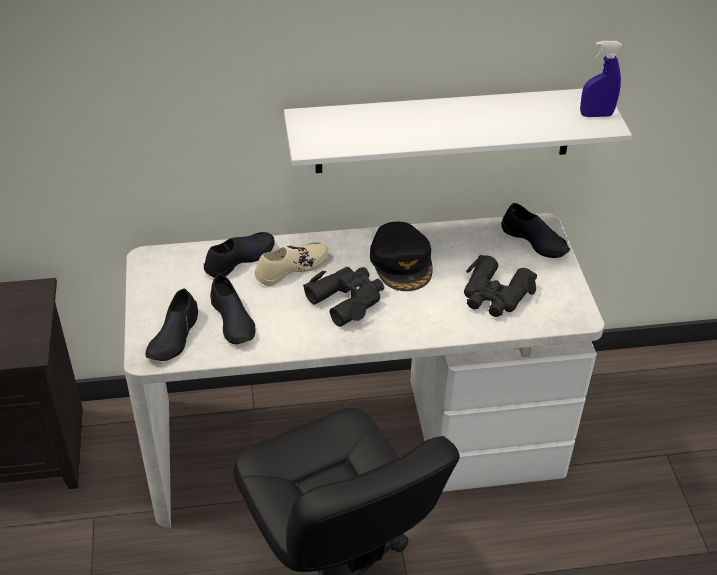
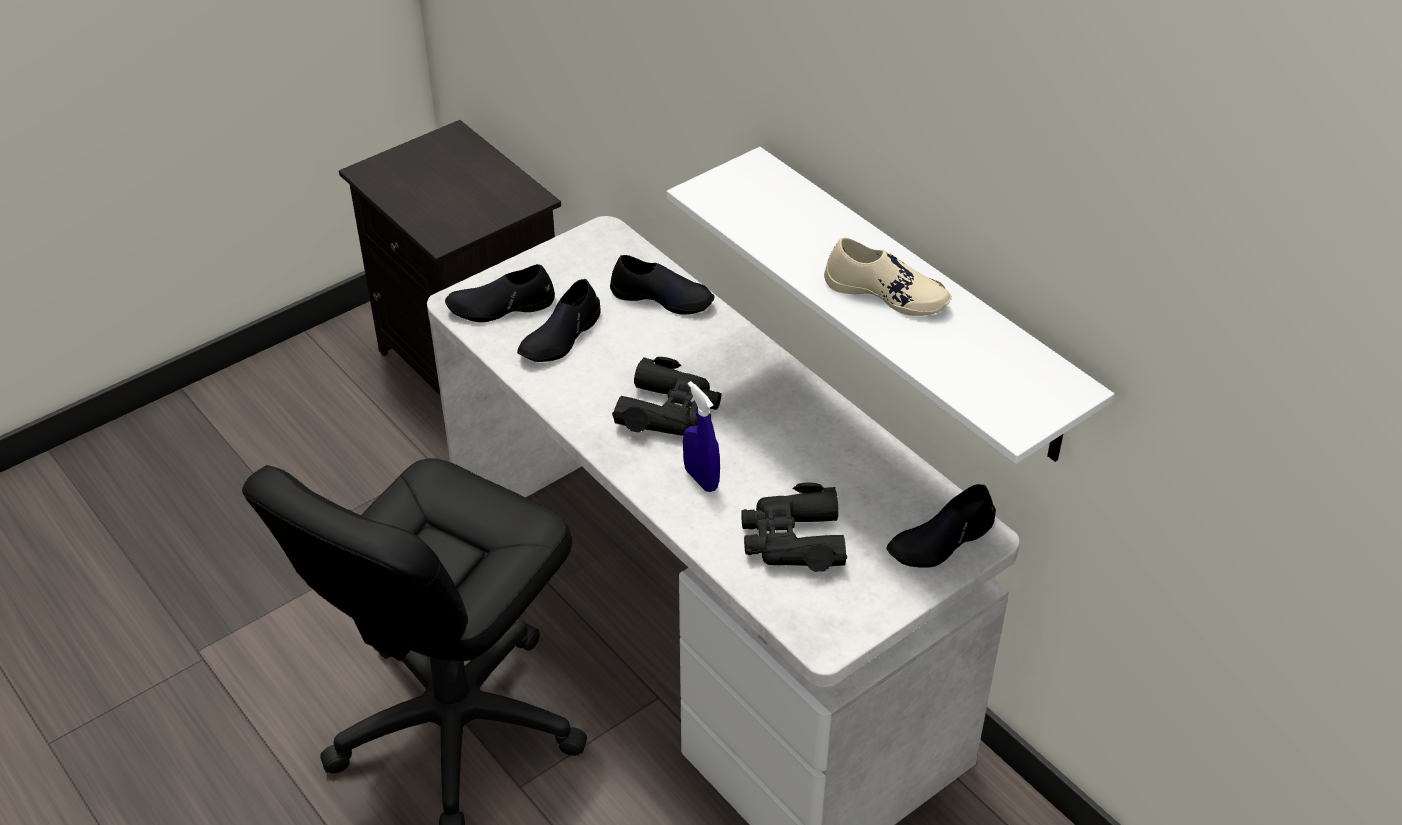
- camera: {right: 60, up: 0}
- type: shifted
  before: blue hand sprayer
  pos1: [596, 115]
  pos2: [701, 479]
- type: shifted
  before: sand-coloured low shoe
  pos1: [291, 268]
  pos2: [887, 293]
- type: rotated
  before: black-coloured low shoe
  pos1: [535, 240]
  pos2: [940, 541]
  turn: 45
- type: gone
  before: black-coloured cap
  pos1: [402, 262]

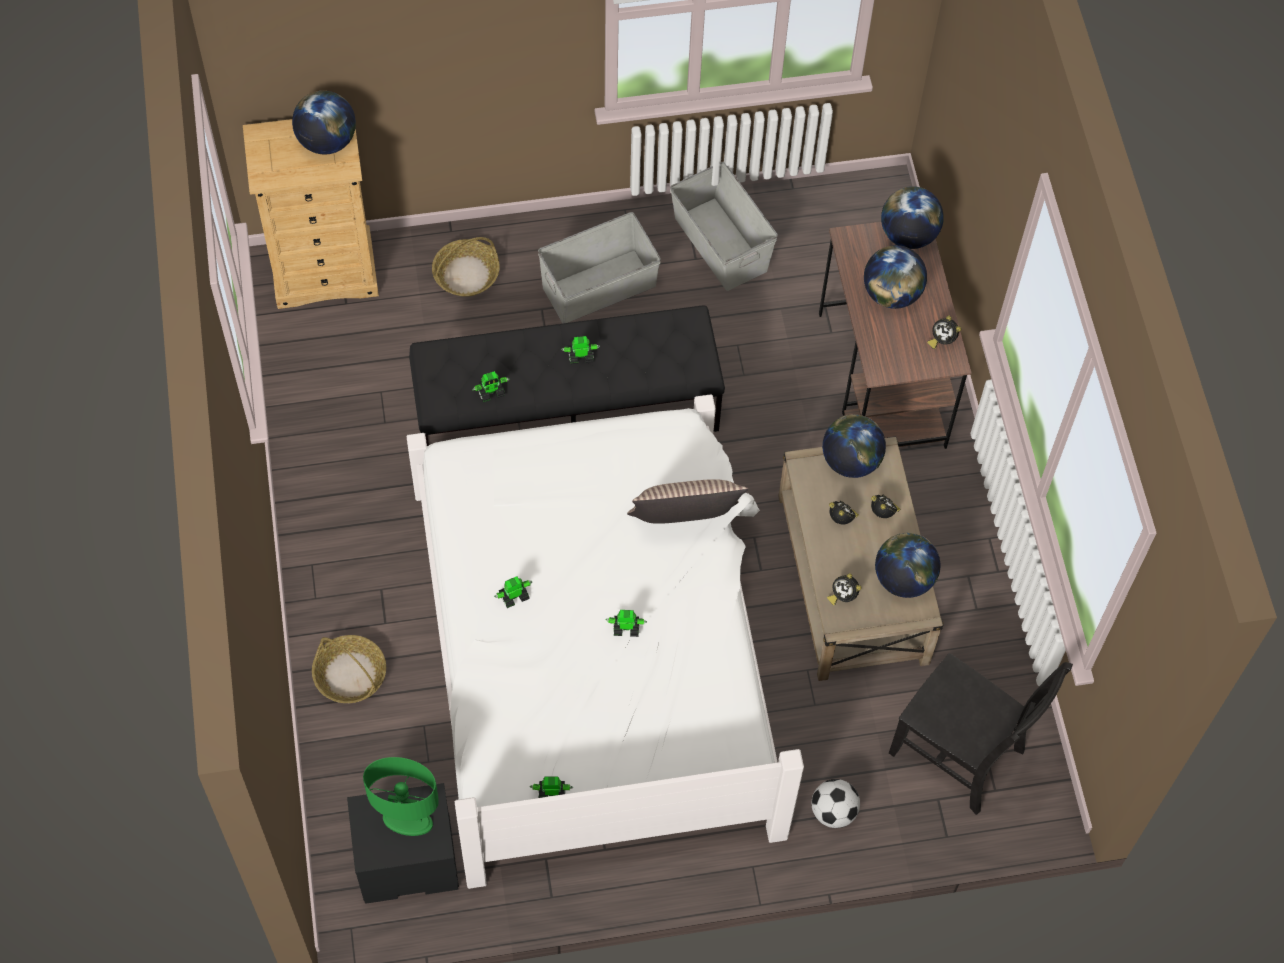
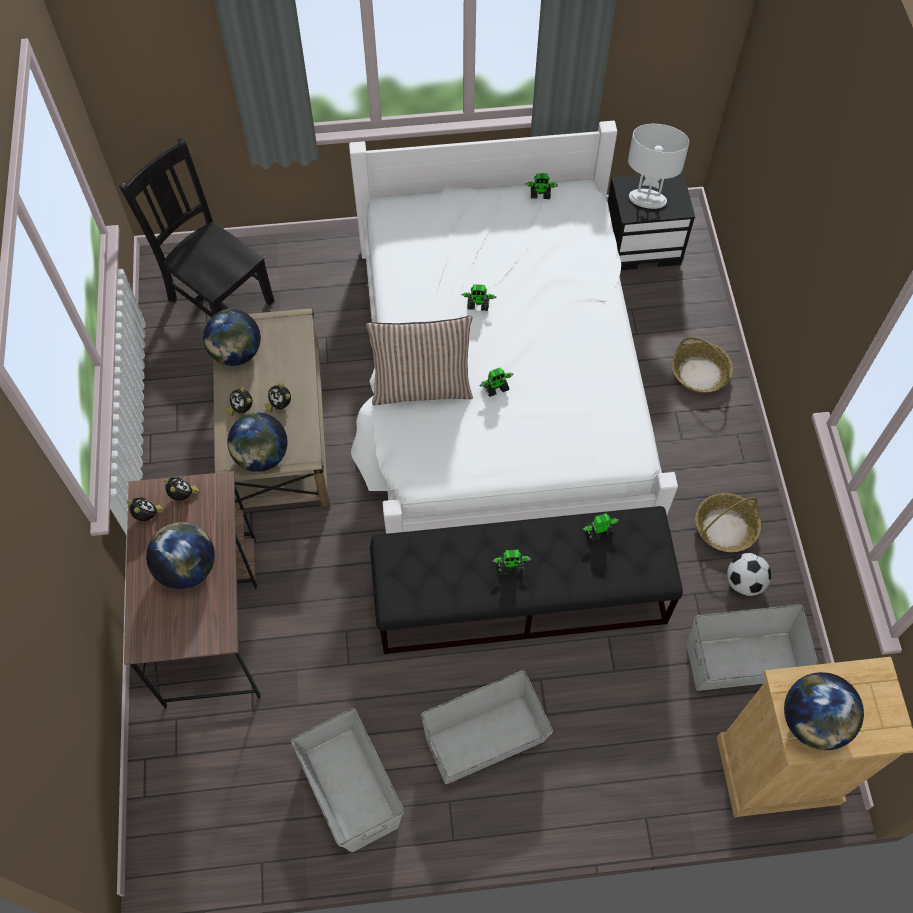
- camera: {right: -175, up: 0}
- type: shifted
  before: alarm clock
  pos1: [843, 595]
  pos2: [183, 495]
- type: shifted
  before: robot figure
  pos1: [513, 596]
  pos2: [496, 387]
- type: repainted
  before: green table lamp
  after: whitish table lamp
  pos1: [407, 822]
  pos2: [647, 199]
- type: new
  after: greyish storage box
  pos2: [743, 662]
- type: shifted
  before: storage basket
  pos1: [466, 274]
  pos2: [725, 528]
- type: shifted
  before: football
  pos1: [833, 811]
  pos2: [744, 582]
- type: gone
  before: desk globe
  pos1: [908, 235]

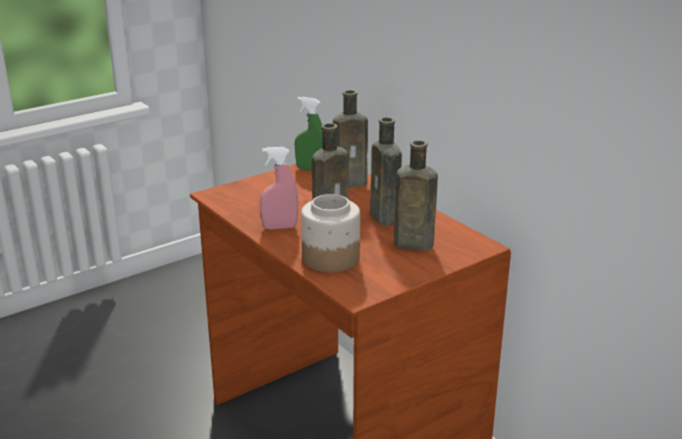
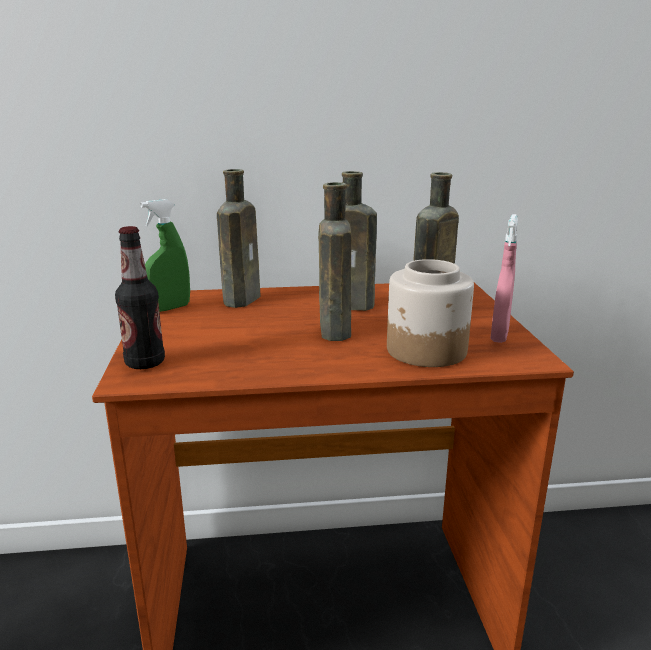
- camera: {right: -60, up: -5}
- type: new
  after: beverage bottle
  pos2: [145, 363]
- type: shifted
  before: pink-coloured hand sprayer
  pos1: [279, 227]
  pos2: [499, 336]

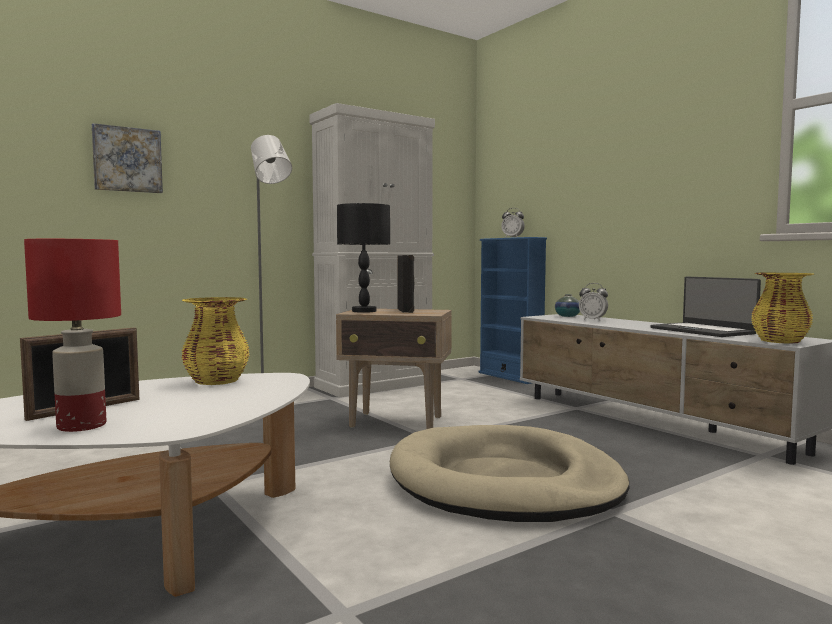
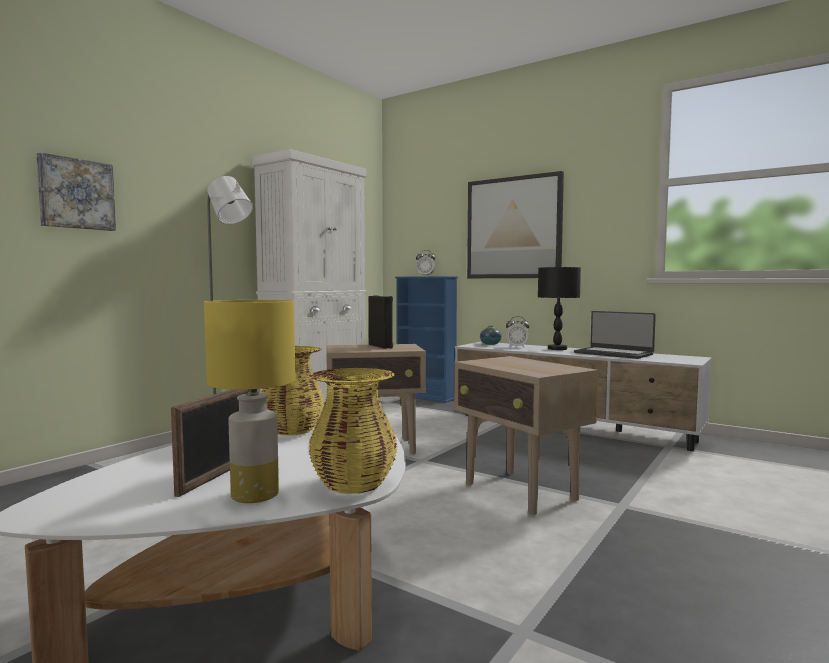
- camera: {right: -20, up: 0}
- type: repainted
  before: red table lamp
  after: yellow table lamp
  pos1: [82, 426]
  pos2: [254, 494]
- type: shifted
  before: yellow flower vase
  pos1: [780, 341]
  pos2: [354, 484]
- type: swapped
  before: sand-coloured dog cushion
  after: sand-coloured side table
  pos1: [504, 482]
  pos2: [521, 492]
- type: new
  after: picture
  pos2: [513, 228]
- type: shifted
  before: black-coloured table lamp
  pos1: [364, 311]
  pos2: [557, 349]

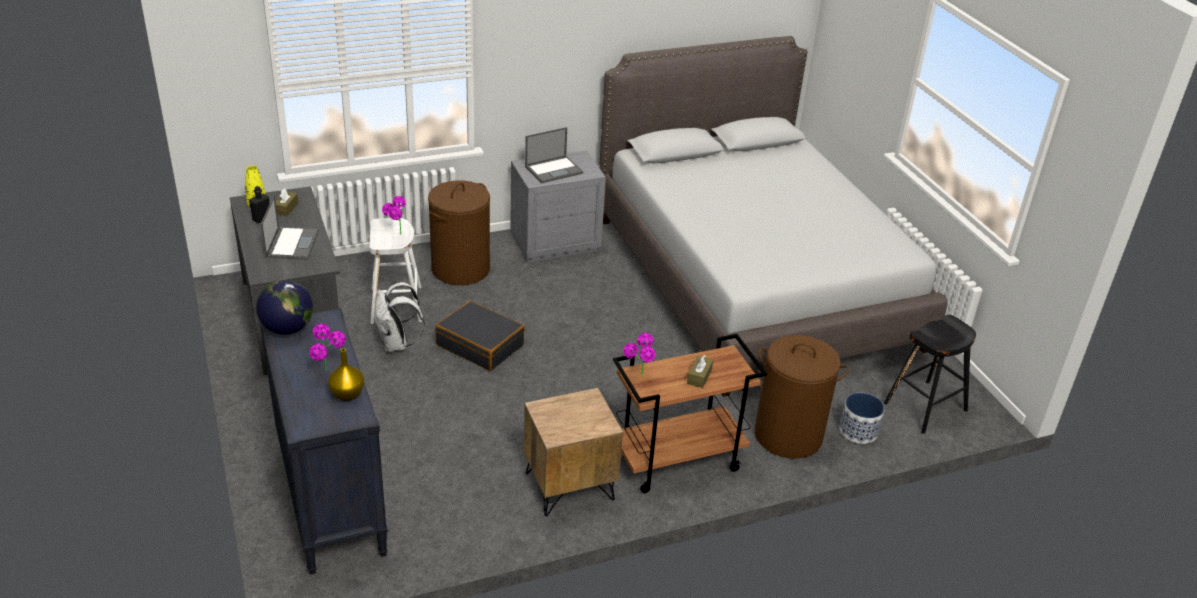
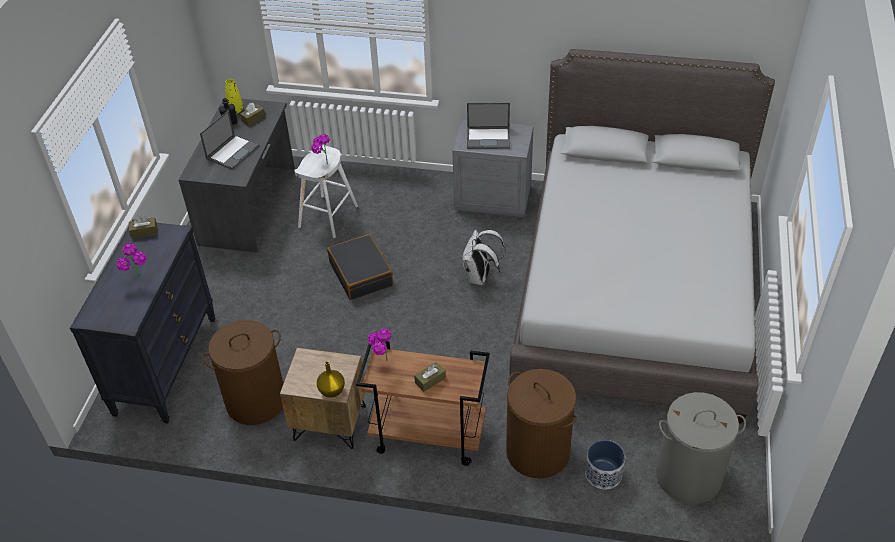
- camera: {right: 35, up: 10}
- type: swapped
  before: desk globe
  after: brown tissue box
  pos1: [287, 328]
  pos2: [144, 232]
- type: shifted
  before: brown washing basket
  pos1: [460, 269]
  pos2: [256, 401]
- type: shifted
  before: yellow flower vase
  pos1: [348, 394]
  pos2: [332, 391]
- type: shifted
  before: whitish rucksack
  pos1: [396, 344]
  pos2: [480, 277]
- type: swapped
  before: black-coloured stool seat
  after: greyish washing basket
  pos1: [925, 406]
  pos2: [688, 476]

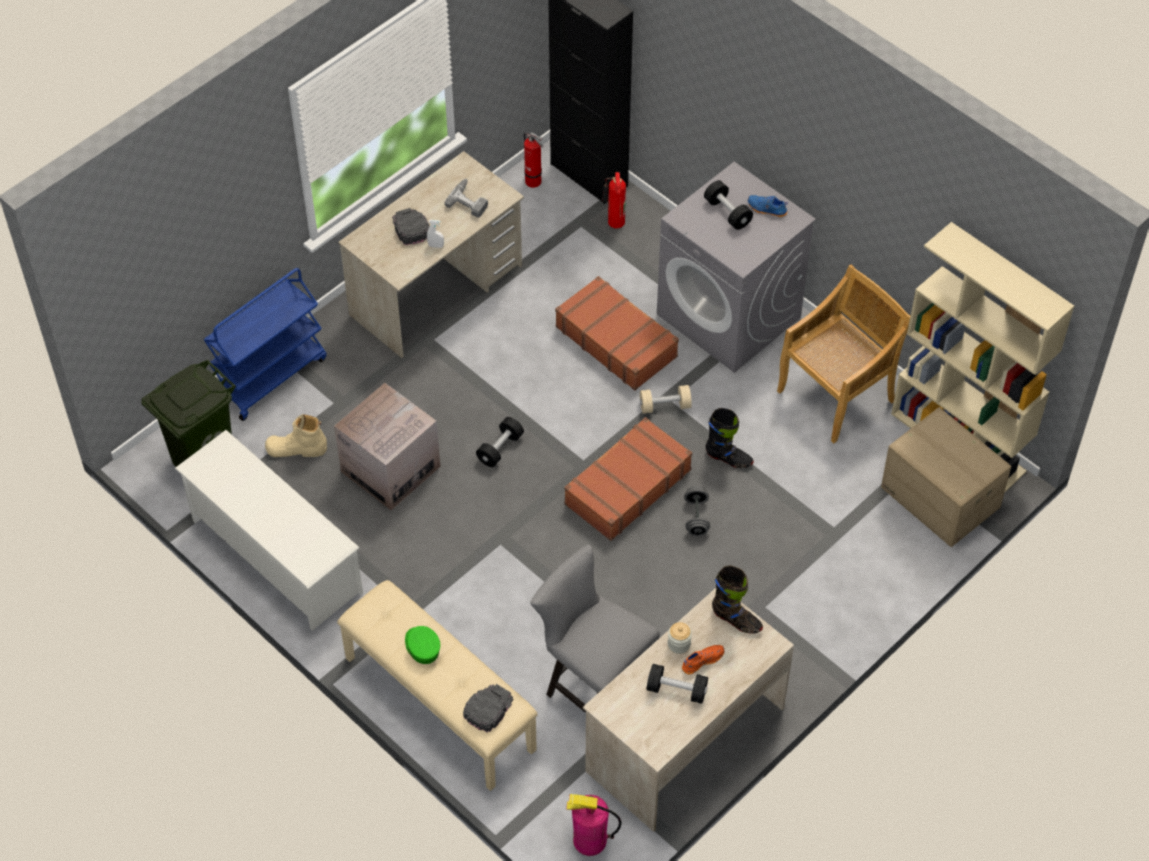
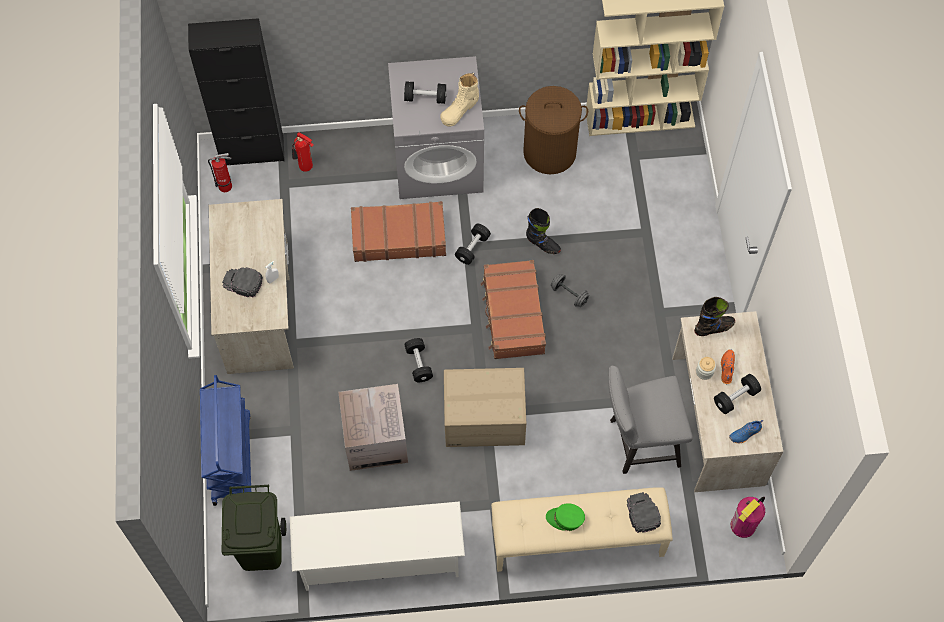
- camera: {right: -50, up: 10}
- type: shifted
  before: sand-coloured tall boot
  pos1: [296, 449]
  pos2: [460, 109]
- type: shifted
  before: packing box
  pos1: [939, 498]
  pos2: [484, 419]
- type: repainted
  before: sand-coloured free weight
  after: black-coloured free weight
  pos1: [665, 406]
  pos2: [472, 248]
- type: swapped
  before: sand-coloured chair
  after: brown washing basket
  pos1: [837, 394]
  pos2: [550, 152]
- type: rotated
  before: black-coloured tall boot
  pos1: [728, 458]
  pos2: [542, 244]
  turn: 60
- type: shifted
  before: blue low shoe
  pos1: [766, 209]
  pos2: [745, 434]
- type: gone
  before: power drill
  pos1: [470, 201]

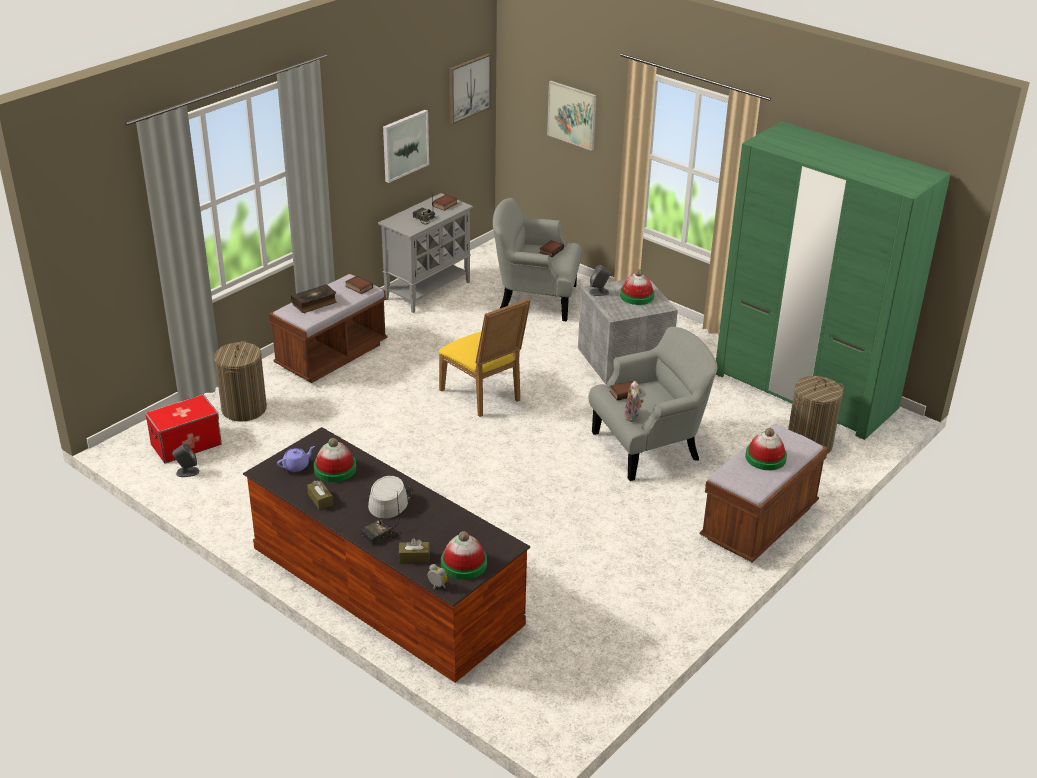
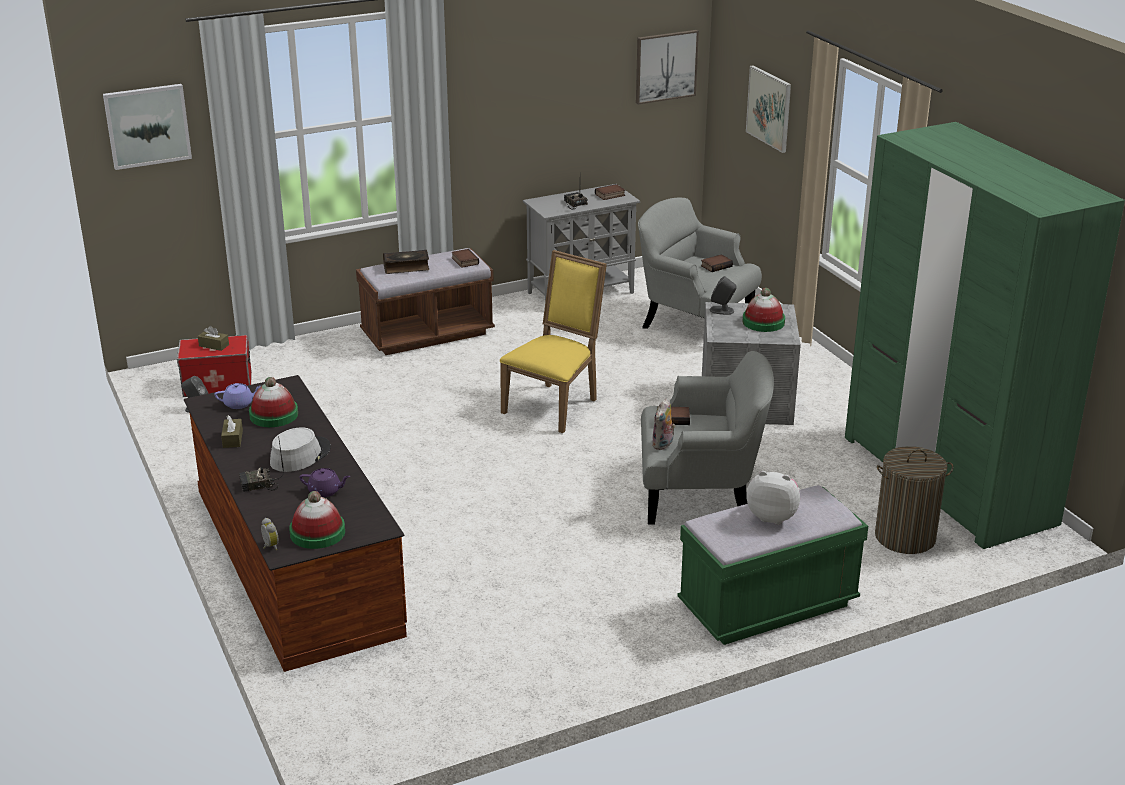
- camera: {right: 25, up: -5}
- type: shifted
  before: picture
  pos1: [405, 145]
  pos2: [147, 126]
- type: shifted
  before: brown tissue box
  pos1: [414, 557]
  pos2: [214, 345]
- type: new
  after: purple-coloured tea pot
  pos2: [325, 491]
- type: rotated
  before: yellow chair
  pos1: [484, 396]
  pos2: [555, 405]
  turn: -135
- type: repainted
  before: brown long seat
  after: green long seat
  pos1: [759, 523]
  pos2: [768, 606]
- type: swapped
  before: wearable hat
  after: cuddly toy
  pos1: [765, 458]
  pos2: [772, 516]
- type: gone
  before: washing basket
  pos1: [244, 409]

